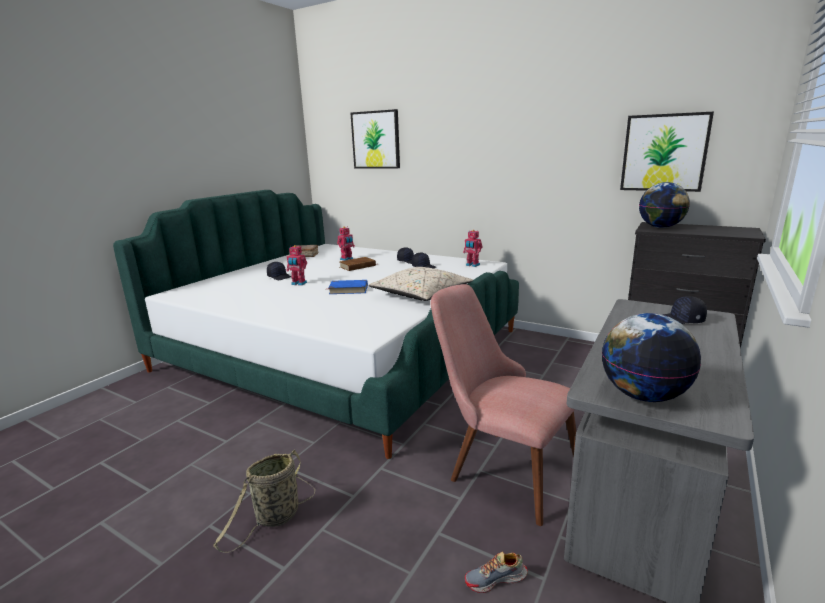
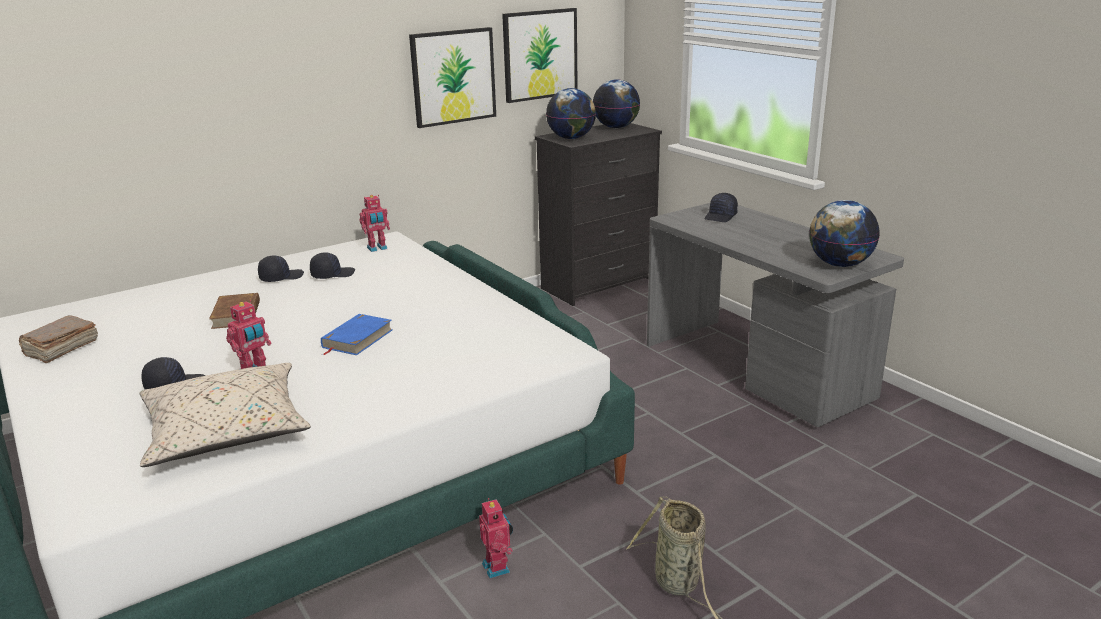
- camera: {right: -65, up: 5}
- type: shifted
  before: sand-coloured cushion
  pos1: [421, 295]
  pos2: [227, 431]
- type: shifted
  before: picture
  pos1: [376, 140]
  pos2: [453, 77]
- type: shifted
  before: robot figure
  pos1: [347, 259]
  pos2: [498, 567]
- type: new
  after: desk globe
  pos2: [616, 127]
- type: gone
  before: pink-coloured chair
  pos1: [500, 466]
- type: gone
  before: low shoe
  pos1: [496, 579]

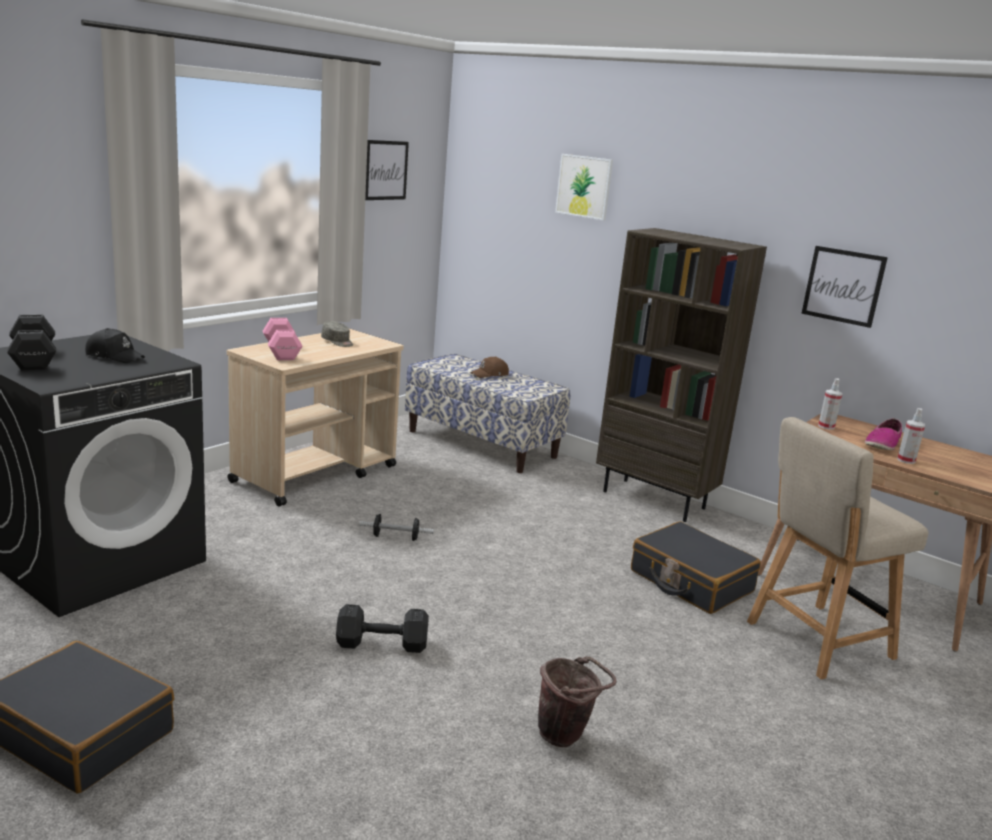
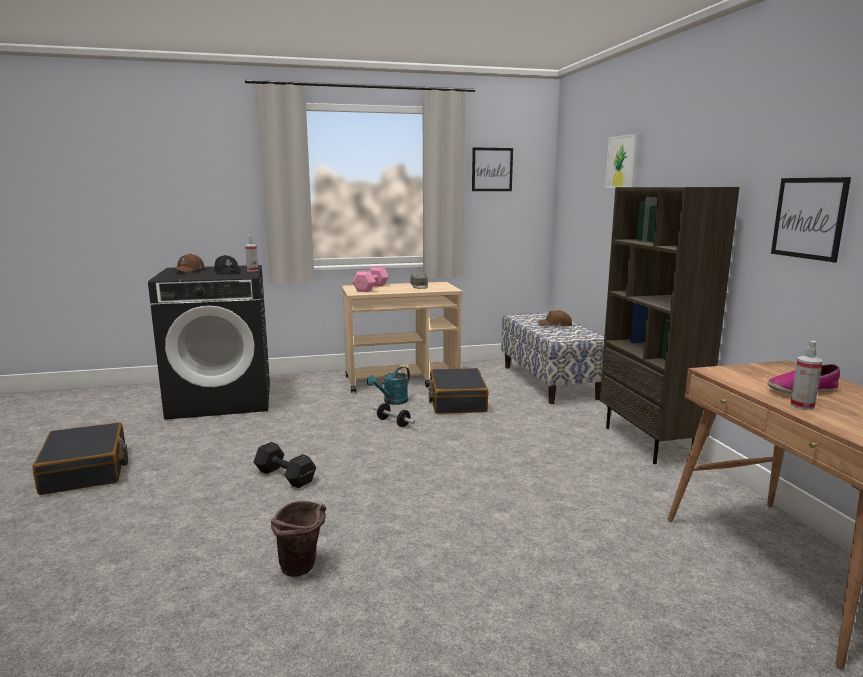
- camera: {right: 40, up: -5}
- type: swapped
  before: black-coloured free weight
  after: brown cap
  pos1: [34, 358]
  pos2: [189, 270]
- type: shifted
  before: hand sprayer
  pos1: [826, 426]
  pos2: [252, 270]
- type: new
  after: turquoise-coloured watering can
  pos2: [392, 402]
- type: shifted
  before: black-coloured piece of luggage
  pos1: [690, 581]
  pos2: [457, 401]
- type: gone
  before: sand-coloured chair
  pos1: [814, 641]

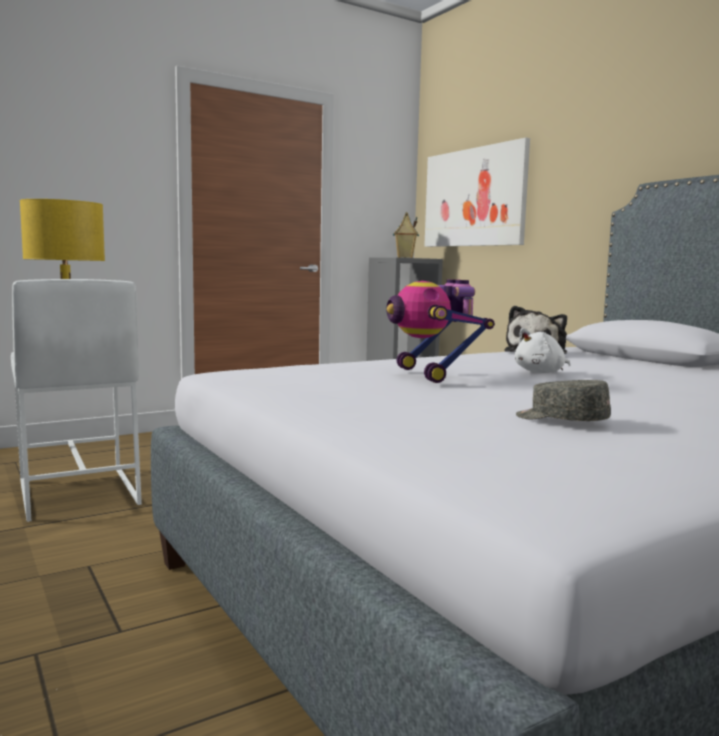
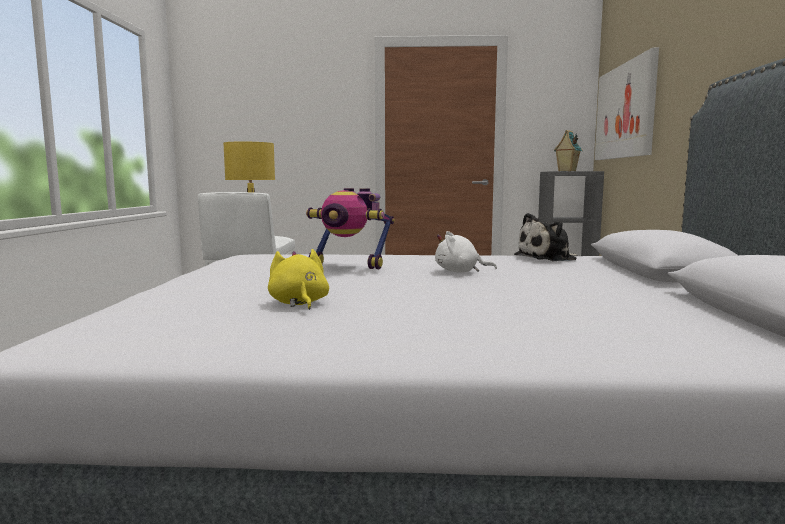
- camera: {right: 35, up: 0}
- type: swapped
  before: greyish cap
  after: yellow cuddly toy
  pos1: [560, 420]
  pos2: [298, 303]
- type: rotated
  before: robot figure
  pos1: [432, 374]
  pos2: [349, 265]
  turn: -90

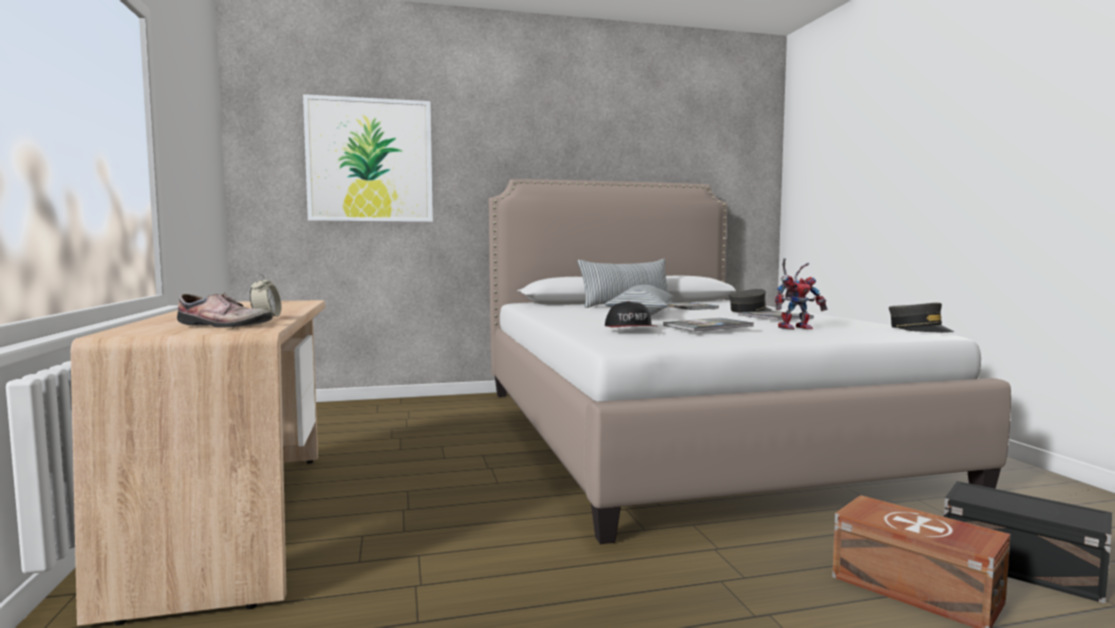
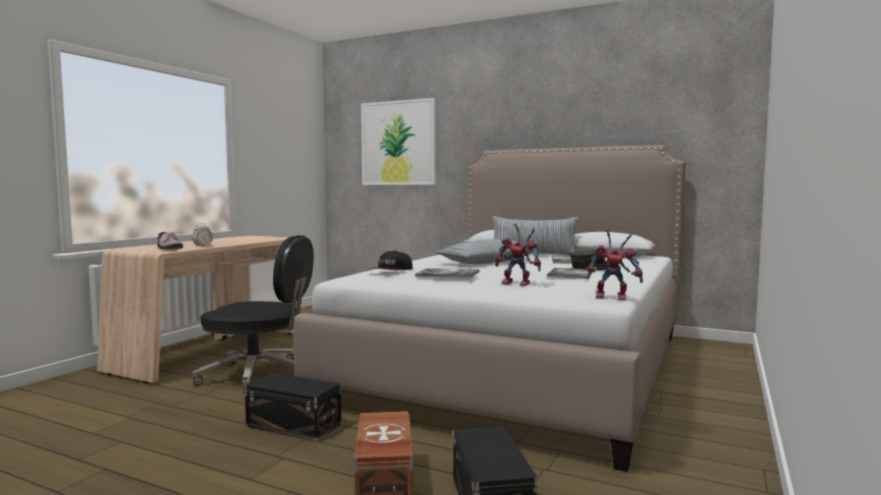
- camera: {right: 40, up: 0}
- type: new
  after: black-coloured computer chair
  pos2: [259, 376]
- type: new
  after: black-coloured storage box
  pos2: [293, 424]
- type: swapped
  before: greyish cap
  after: robot figure
  pos1: [919, 329]
  pos2: [614, 297]

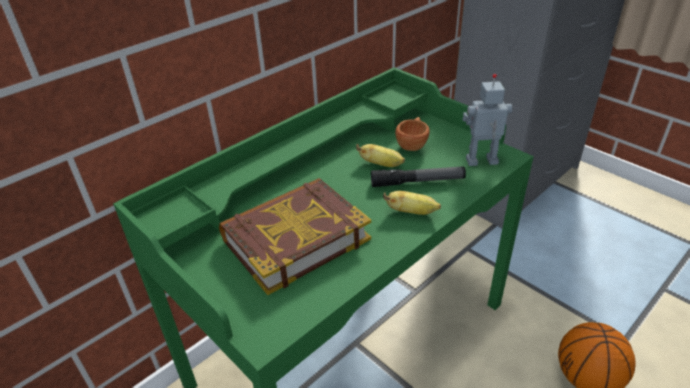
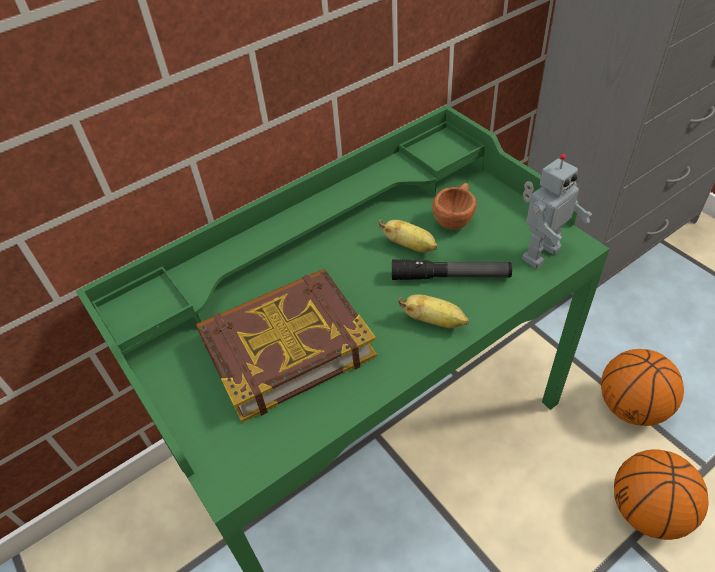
- camera: {right: 10, up: 10}
- type: rotated
  before: robot figure
  pos1: [482, 162]
  pos2: [539, 253]
  turn: 135
- type: new
  after: ball for basketball
  pos2: [631, 407]

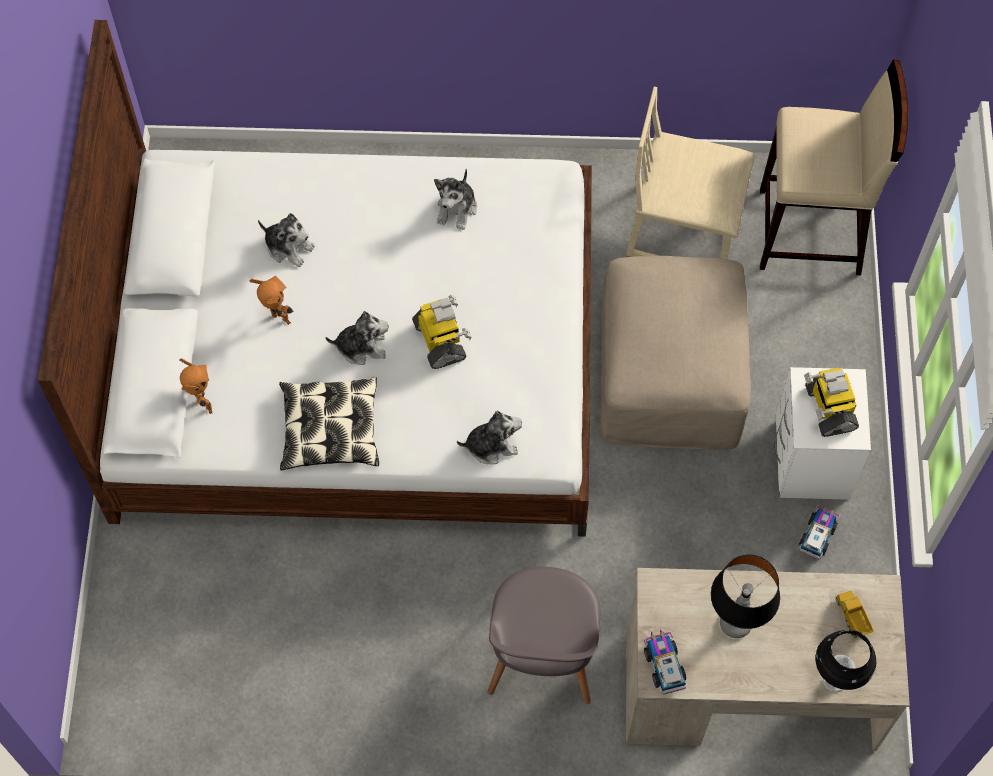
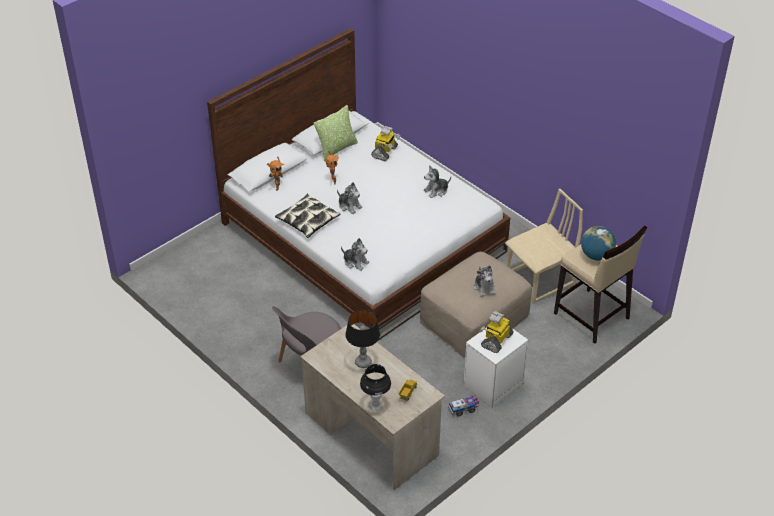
- camera: {right: 45, up: -20}
- type: new
  after: cushion
  pos2: [337, 149]
- type: shifted
  before: robot figure
  pos1: [441, 341]
  pos2: [385, 152]
- type: shifted
  before: cuddly toy
  pos1: [288, 247]
  pos2: [484, 287]
- type: rotated
  before: sand-coloured chair
  pos1: [684, 227]
  pos2: [540, 280]
  turn: 90
- type: new
  after: desk globe
  pos2: [596, 255]
- type: gone
  before: toy lorry
  pos1: [664, 664]

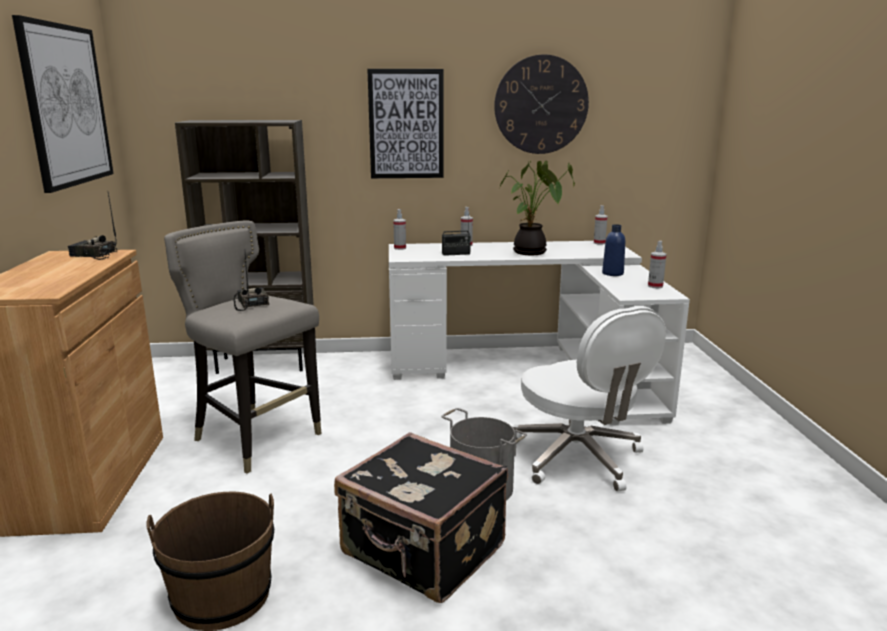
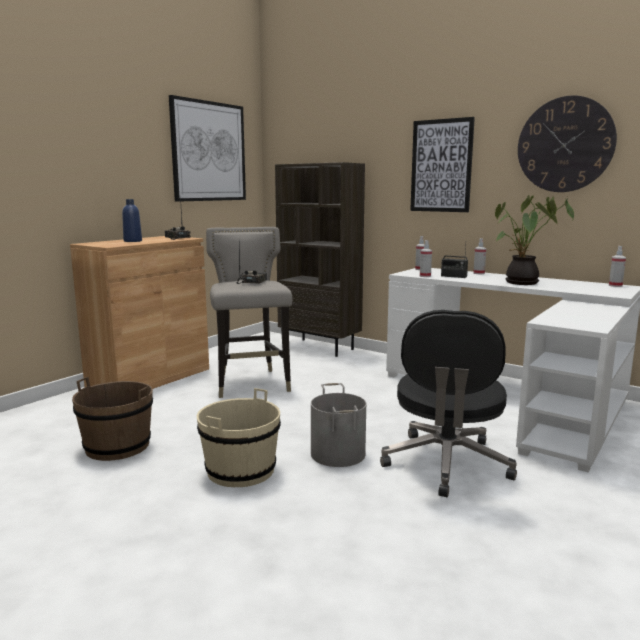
- camera: {right: 40, up: -5}
- type: shifted
  before: blue beverage bottle
  pos1: [612, 273]
  pos2: [132, 241]
- type: swapped
  before: black-coloured piece of luggage
  after: sand-coloured water bucket
  pos1: [422, 552]
  pos2: [241, 471]
- type: repainted
  before: whitish computer chair
  after: black-coloured computer chair
  pos1: [578, 458]
  pos2: [446, 464]
- type: shifted
  before: hand sprayer
  pos1: [655, 286]
  pos2: [425, 276]

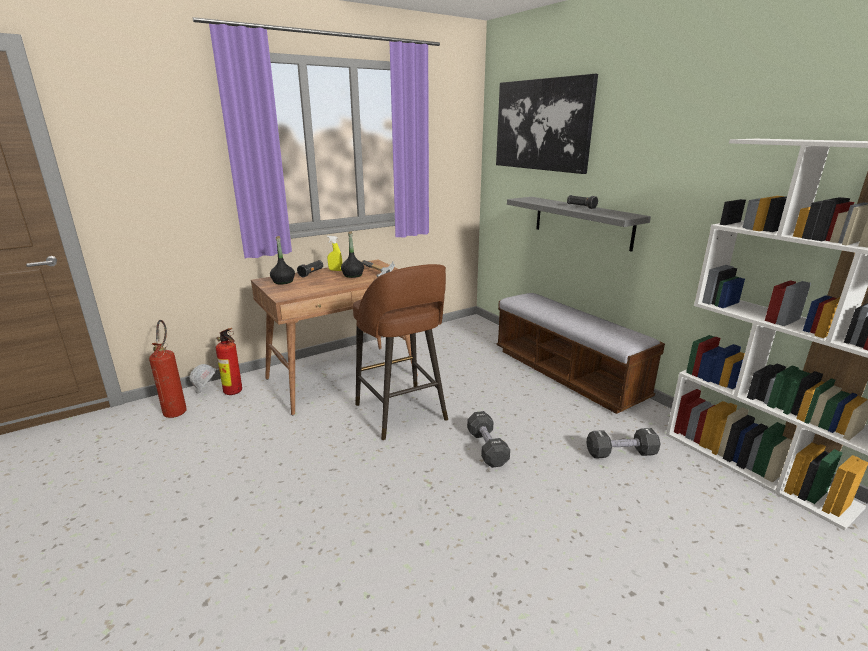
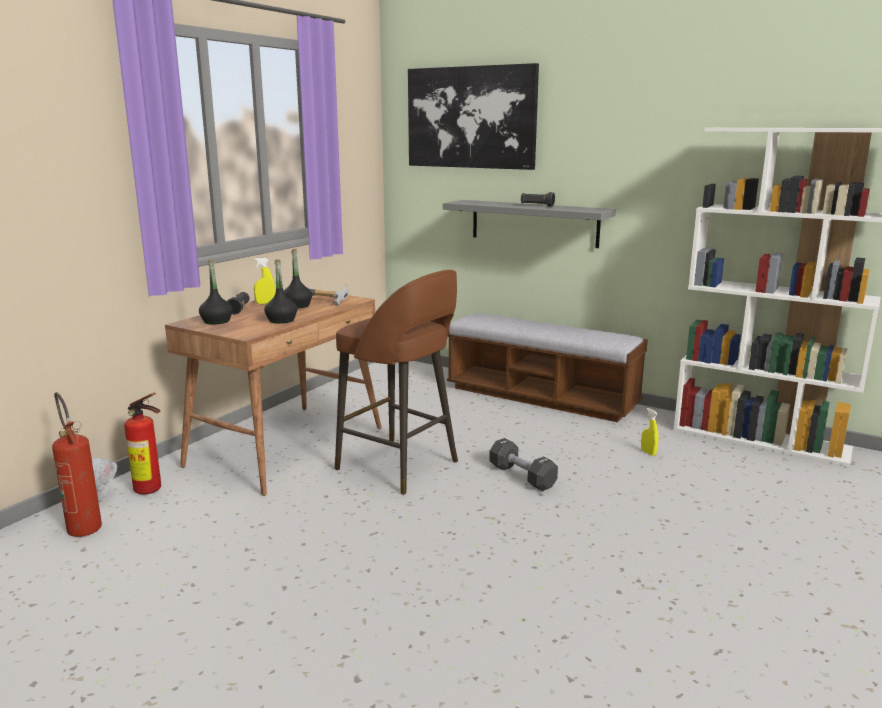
- camera: {right: -25, up: -5}
- type: new
  after: black-coloured beverage bottle
  pos2: [281, 320]
- type: swapped
  before: black-coloured free weight
  after: yellow hand sprayer
  pos1: [621, 453]
  pos2: [648, 452]

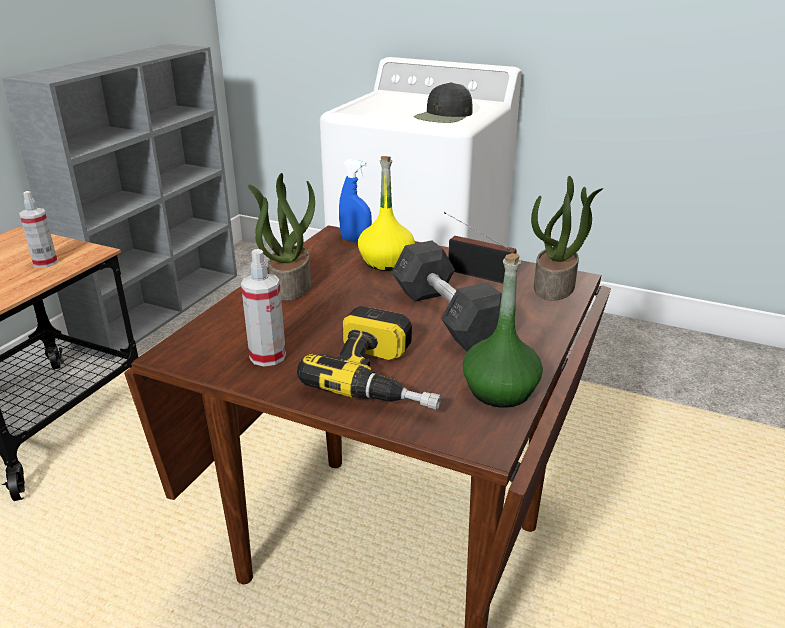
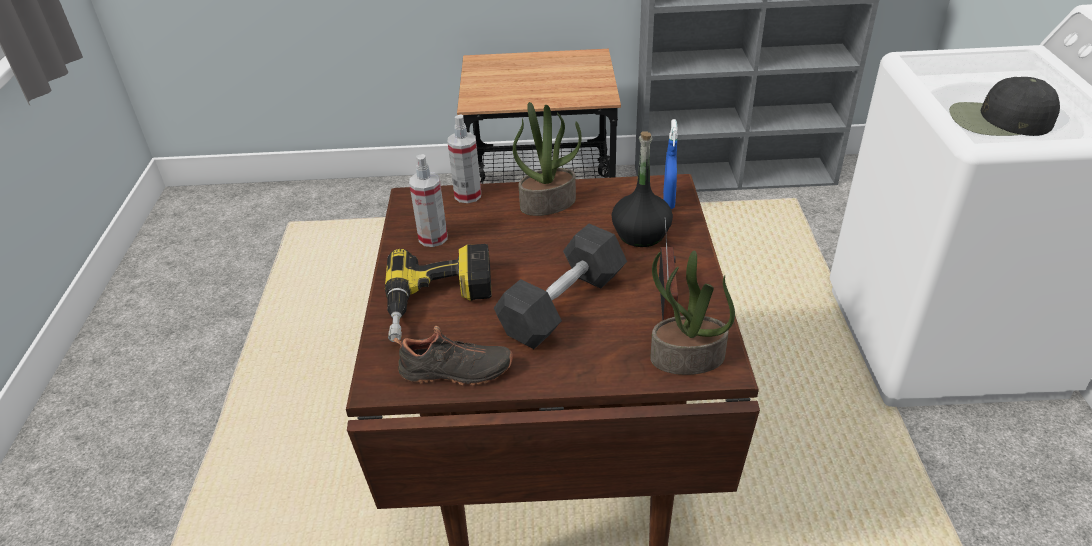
- camera: {right: 65, up: 10}
- type: swapped
  before: green beverage bottle
  after: black-coloured low shoe
  pos1: [499, 391]
  pos2: [456, 372]
- type: shifted
  before: hand sprayer
  pos1: [45, 263]
  pos2: [468, 195]
- type: repainted
  before: yellow beverage bottle
  after: black-coloured beverage bottle
  pos1: [386, 262]
  pos2: [641, 234]

